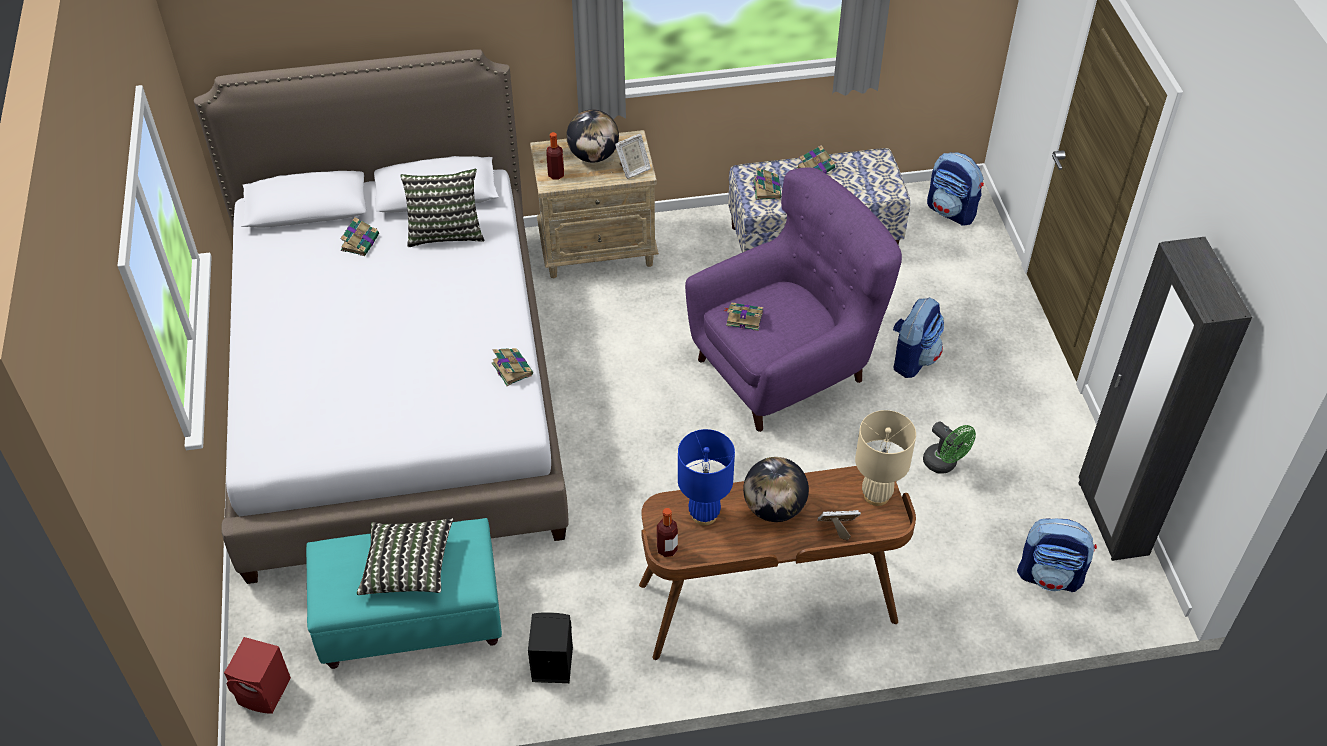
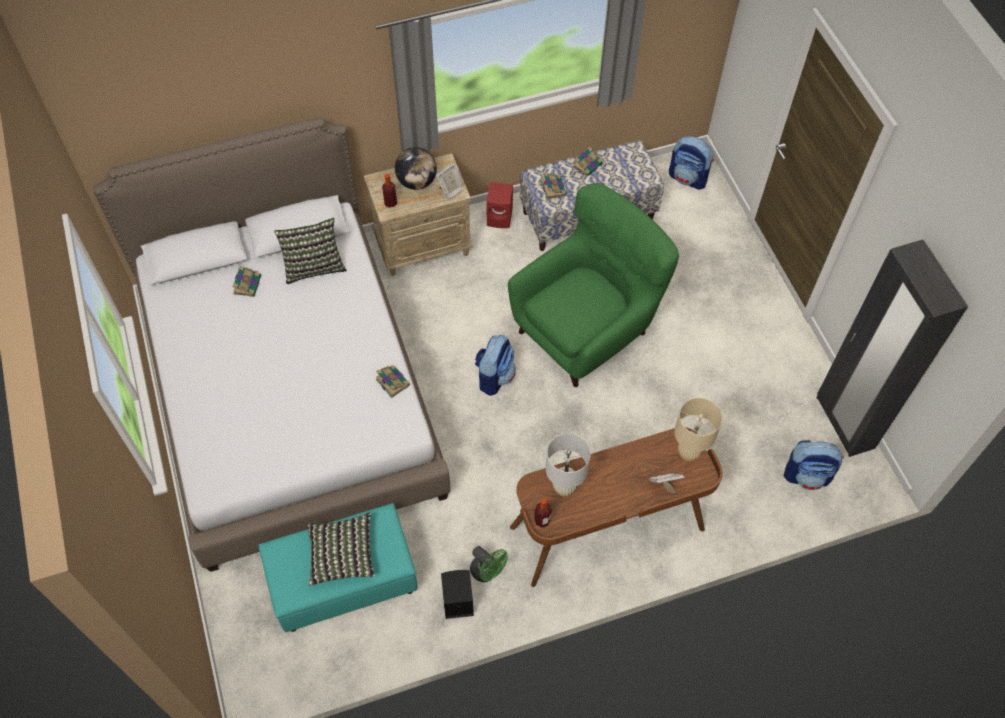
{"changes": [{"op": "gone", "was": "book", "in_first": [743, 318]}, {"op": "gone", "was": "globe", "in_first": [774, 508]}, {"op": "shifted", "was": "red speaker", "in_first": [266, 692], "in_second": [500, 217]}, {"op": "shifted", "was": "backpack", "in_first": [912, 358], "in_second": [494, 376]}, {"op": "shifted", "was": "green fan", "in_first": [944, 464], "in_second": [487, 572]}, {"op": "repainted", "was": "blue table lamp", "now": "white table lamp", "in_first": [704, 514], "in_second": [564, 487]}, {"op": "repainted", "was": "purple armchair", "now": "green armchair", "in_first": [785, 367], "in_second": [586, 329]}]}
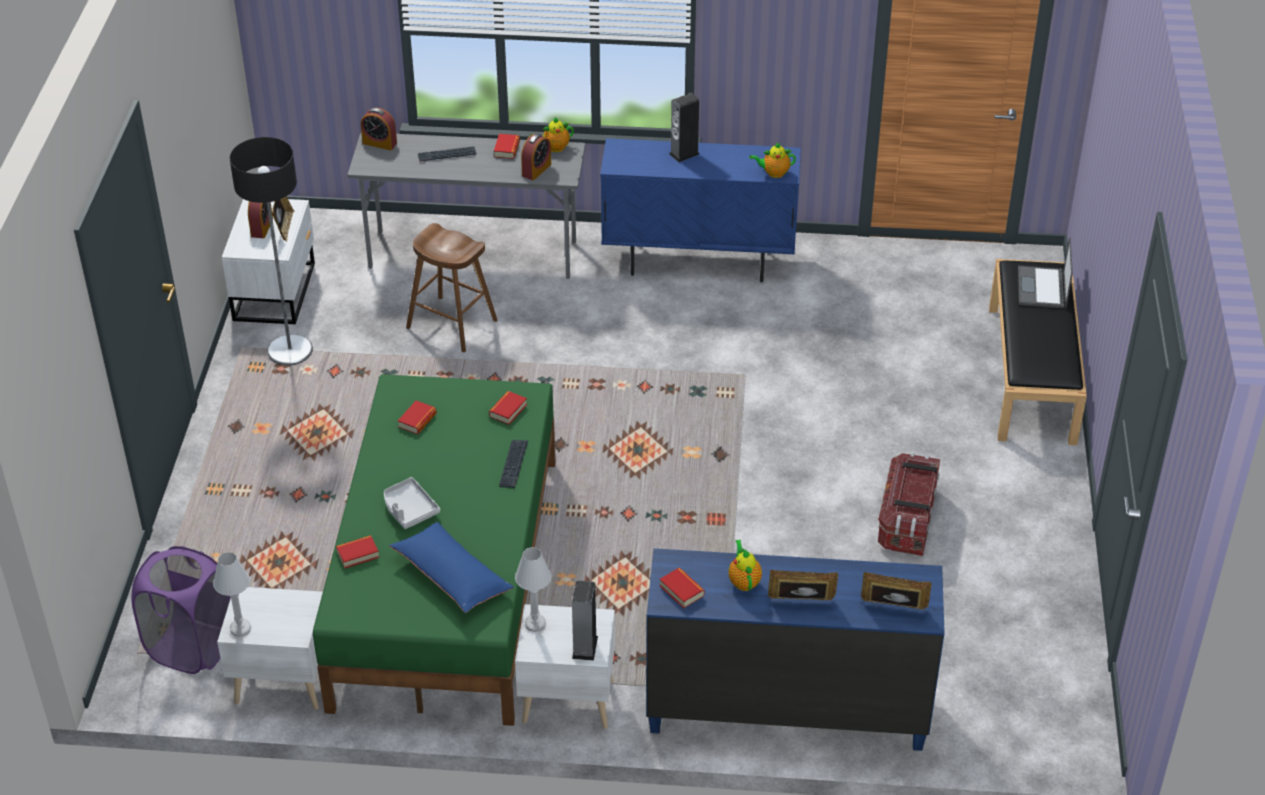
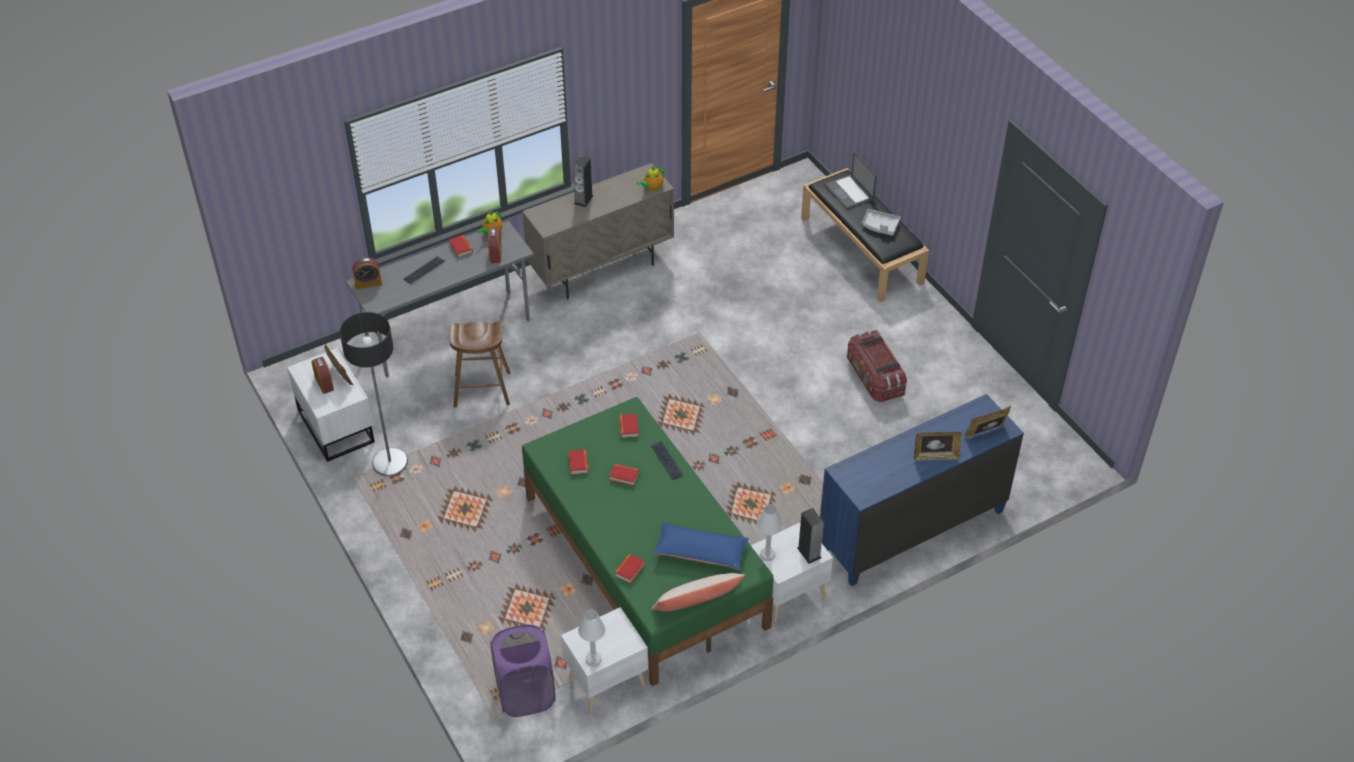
{"changes": [{"op": "gone", "was": "teapot", "in_first": [744, 581]}, {"op": "new", "now": "beige pillow", "in_second": [697, 604]}, {"op": "shifted", "was": "grey tray", "in_first": [409, 509], "in_second": [880, 226]}, {"op": "shifted", "was": "book", "in_first": [681, 591], "in_second": [624, 476]}, {"op": "repainted", "was": "blue cabinet", "now": "beige cabinet", "in_first": [699, 262], "in_second": [601, 270]}, {"op": "rotated", "was": "picture frame", "in_first": [801, 603], "in_second": [935, 456], "clockwise": -150}]}
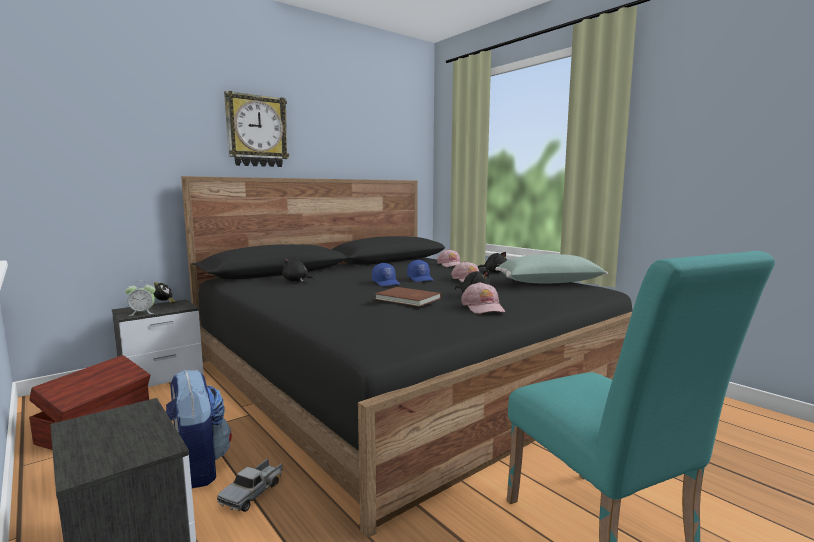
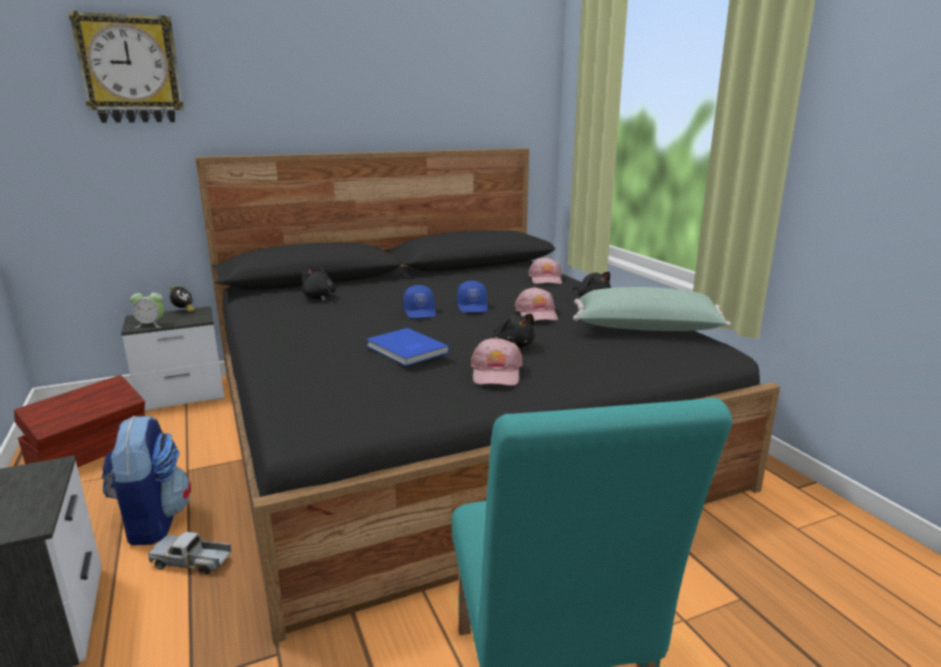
{"changes": [{"op": "shifted", "was": "wall clock", "in_first": [256, 131], "in_second": [130, 70]}, {"op": "repainted", "was": "brown book", "now": "blue book", "in_first": [407, 299], "in_second": [406, 350]}, {"op": "rotated", "was": "toy truck", "in_first": [253, 492], "in_second": [192, 561], "clockwise": 60}]}
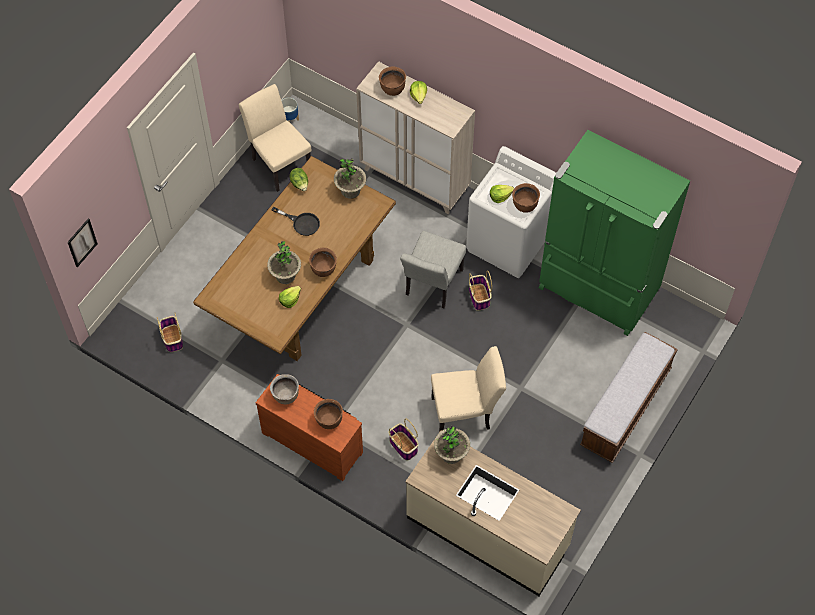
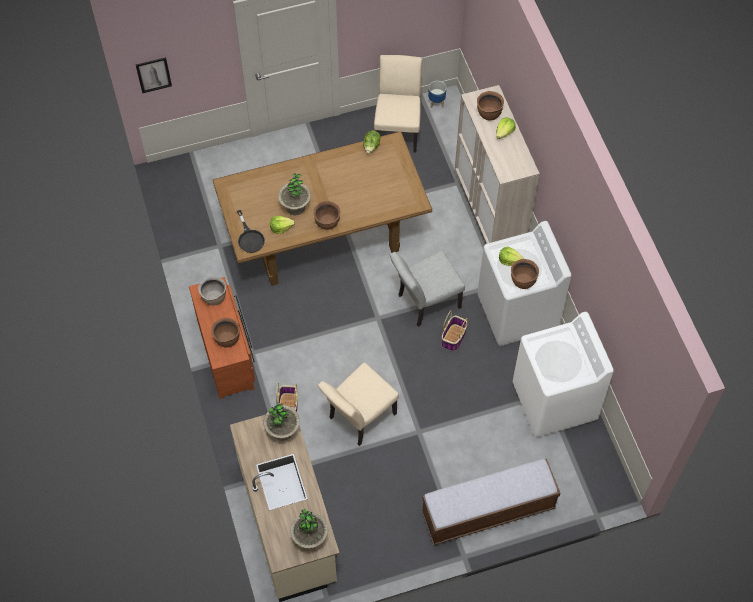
{"changes": [{"op": "gone", "was": "basket", "in_first": [172, 338]}, {"op": "shifted", "was": "black frying pan", "in_first": [301, 223], "in_second": [249, 238]}, {"op": "shifted", "was": "potted plant", "in_first": [350, 190], "in_second": [310, 538]}, {"op": "swapped", "was": "green fridge", "now": "white washing machine", "in_first": [597, 290], "in_second": [554, 402]}, {"op": "rotated", "was": "beige chair", "in_first": [466, 413], "in_second": [358, 418], "clockwise": 105}]}
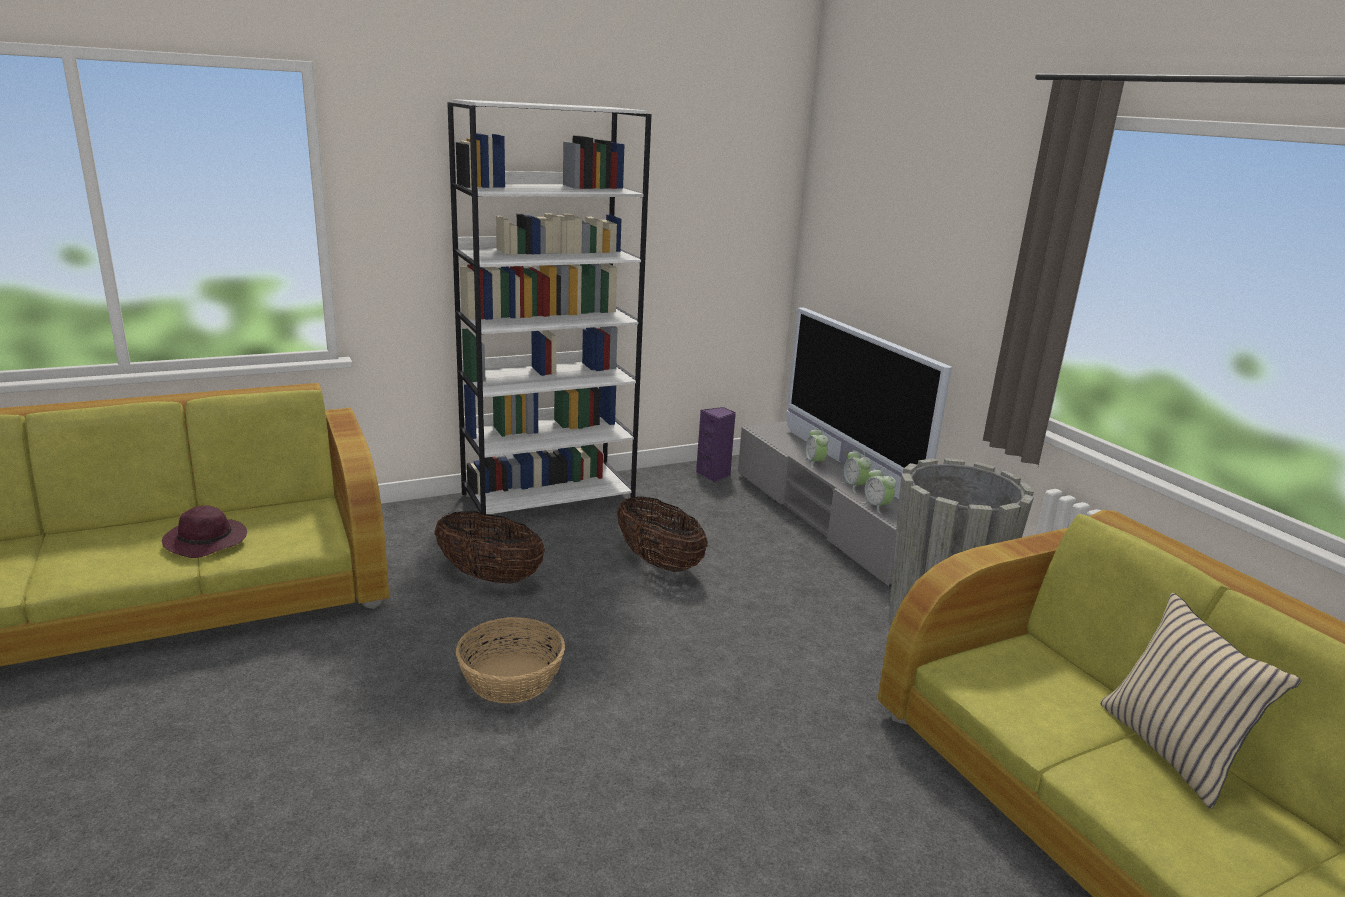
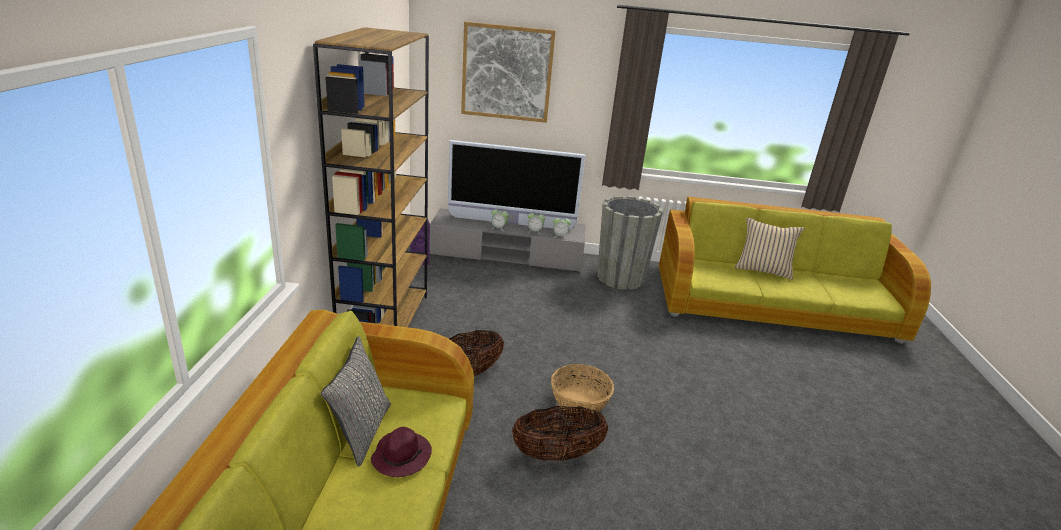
{"changes": [{"op": "new", "now": "grey pillow", "in_second": [361, 431]}, {"op": "new", "now": "picture", "in_second": [507, 73]}, {"op": "shifted", "was": "basket", "in_first": [659, 562], "in_second": [557, 454]}, {"op": "repainted", "was": "white bookcase", "now": "brown bookcase", "in_first": [549, 498], "in_second": [384, 321]}]}
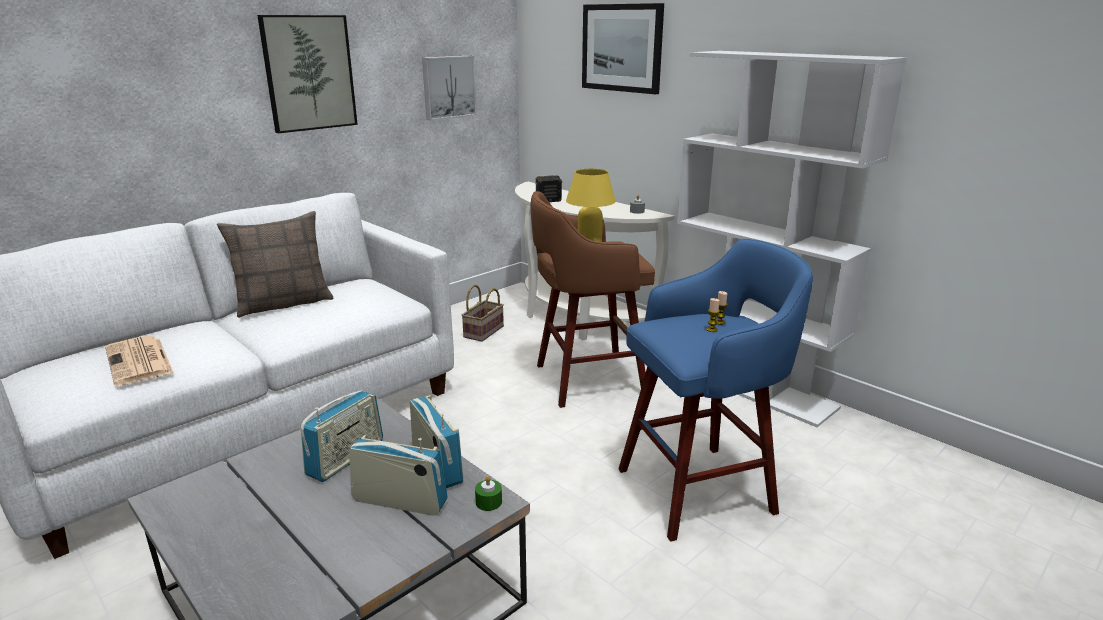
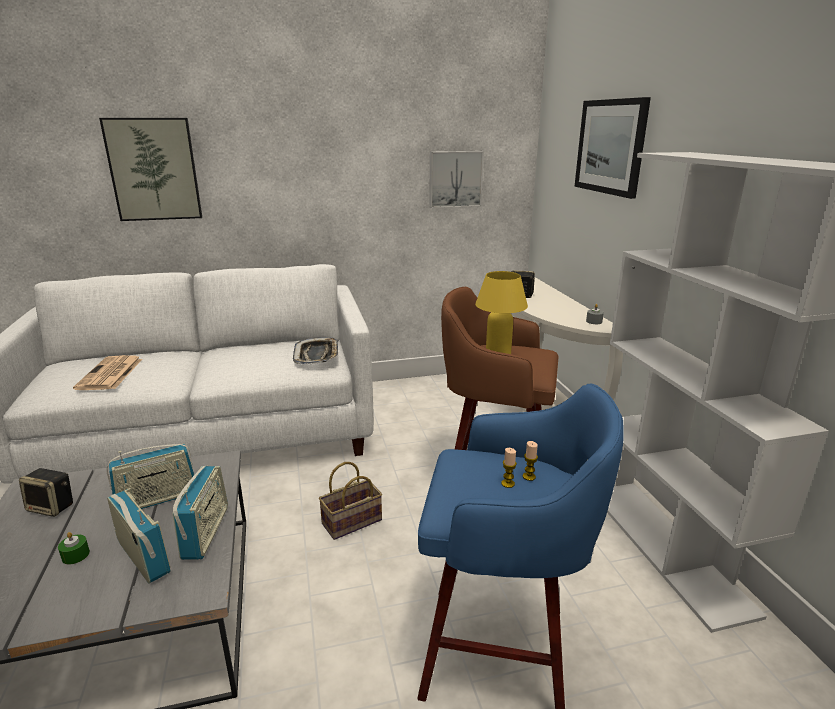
{"changes": [{"op": "gone", "was": "pillow", "in_first": [284, 303]}, {"op": "new", "now": "speaker", "in_second": [52, 507]}, {"op": "new", "now": "tray", "in_second": [317, 355]}, {"op": "shifted", "was": "picture", "in_first": [309, 73], "in_second": [154, 169]}, {"op": "shifted", "was": "basket", "in_first": [484, 332], "in_second": [351, 523]}, {"op": "shifted", "was": "green candle", "in_first": [488, 502], "in_second": [75, 555]}]}
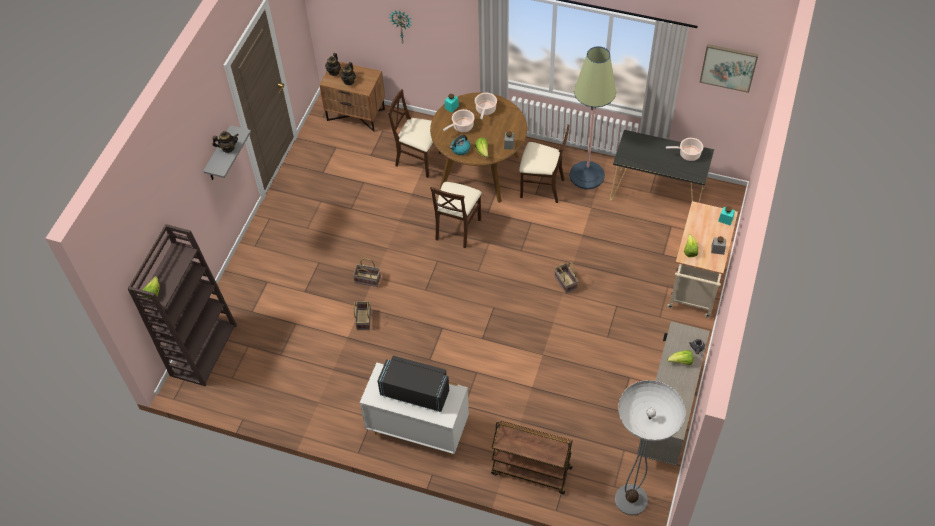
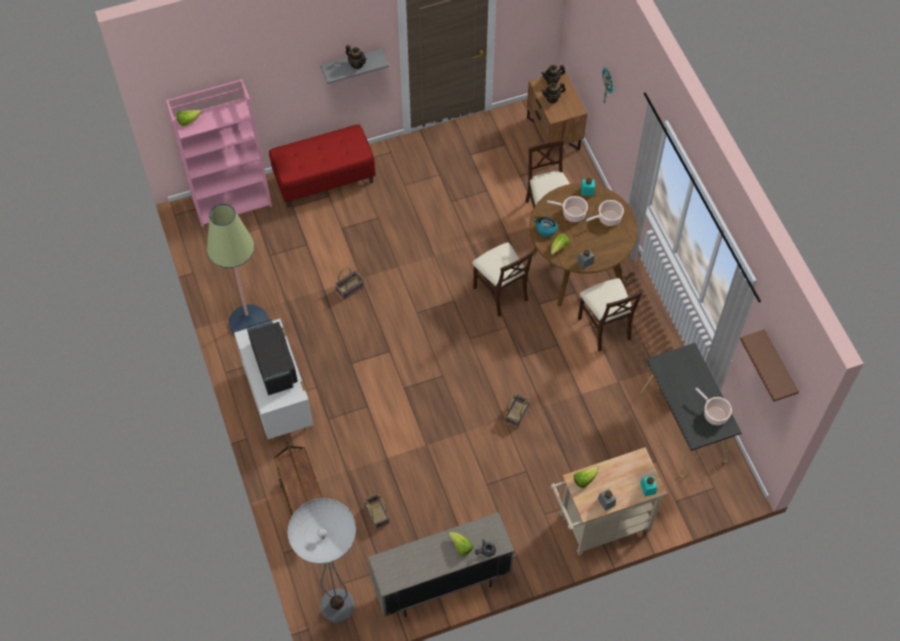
{"changes": [{"op": "new", "now": "red bench", "in_second": [324, 179]}, {"op": "shifted", "was": "basket", "in_first": [368, 279], "in_second": [378, 515]}, {"op": "shifted", "was": "floor lamp", "in_first": [587, 175], "in_second": [248, 322]}, {"op": "swapped", "was": "picture", "now": "brown shelf", "in_first": [728, 67], "in_second": [779, 366]}, {"op": "repainted", "was": "brown bookcase", "now": "pink bookcase", "in_first": [203, 349], "in_second": [232, 200]}, {"op": "rotated", "was": "beige chair", "in_first": [457, 228], "in_second": [500, 292], "clockwise": -105}]}
